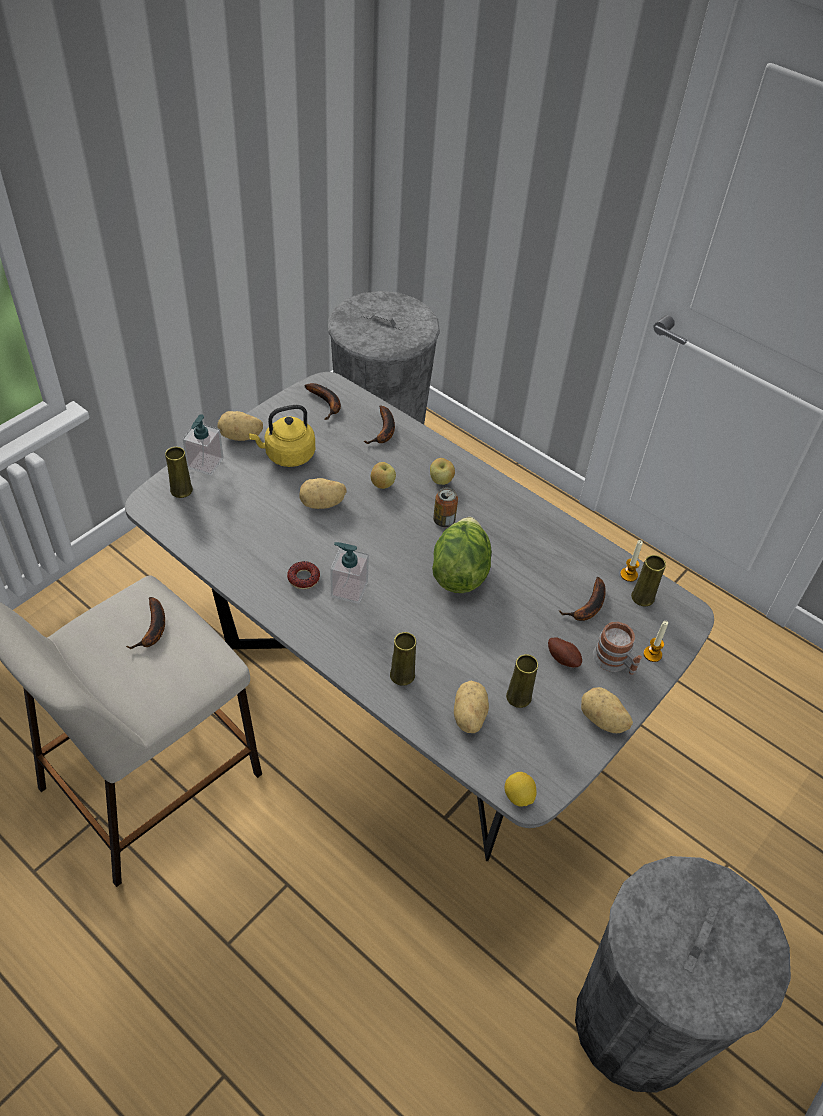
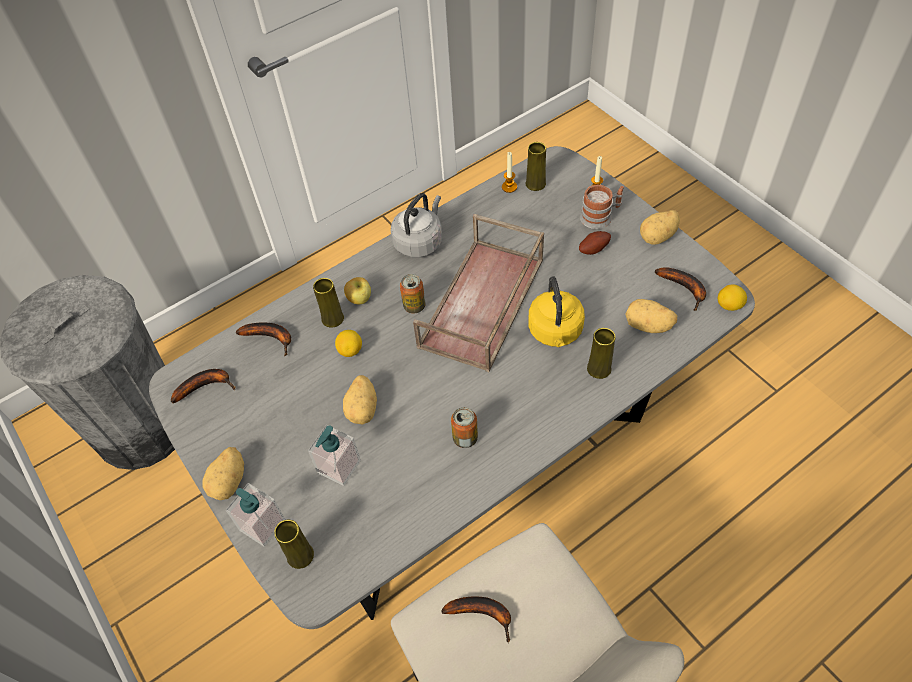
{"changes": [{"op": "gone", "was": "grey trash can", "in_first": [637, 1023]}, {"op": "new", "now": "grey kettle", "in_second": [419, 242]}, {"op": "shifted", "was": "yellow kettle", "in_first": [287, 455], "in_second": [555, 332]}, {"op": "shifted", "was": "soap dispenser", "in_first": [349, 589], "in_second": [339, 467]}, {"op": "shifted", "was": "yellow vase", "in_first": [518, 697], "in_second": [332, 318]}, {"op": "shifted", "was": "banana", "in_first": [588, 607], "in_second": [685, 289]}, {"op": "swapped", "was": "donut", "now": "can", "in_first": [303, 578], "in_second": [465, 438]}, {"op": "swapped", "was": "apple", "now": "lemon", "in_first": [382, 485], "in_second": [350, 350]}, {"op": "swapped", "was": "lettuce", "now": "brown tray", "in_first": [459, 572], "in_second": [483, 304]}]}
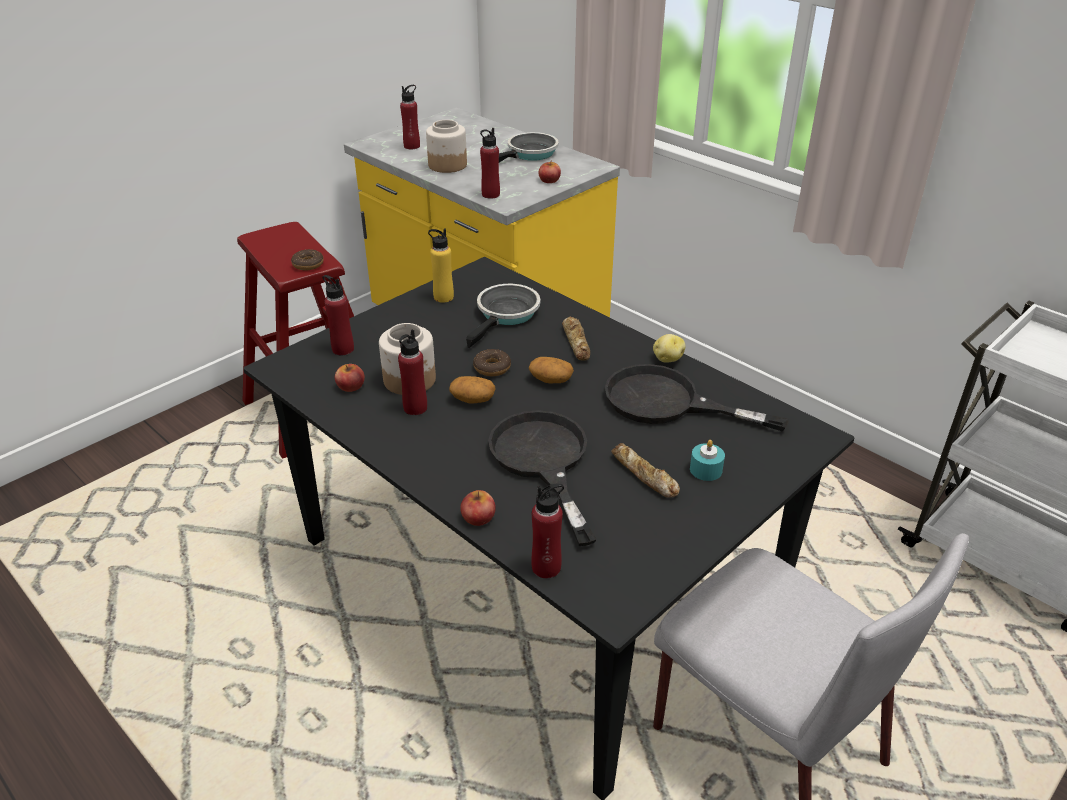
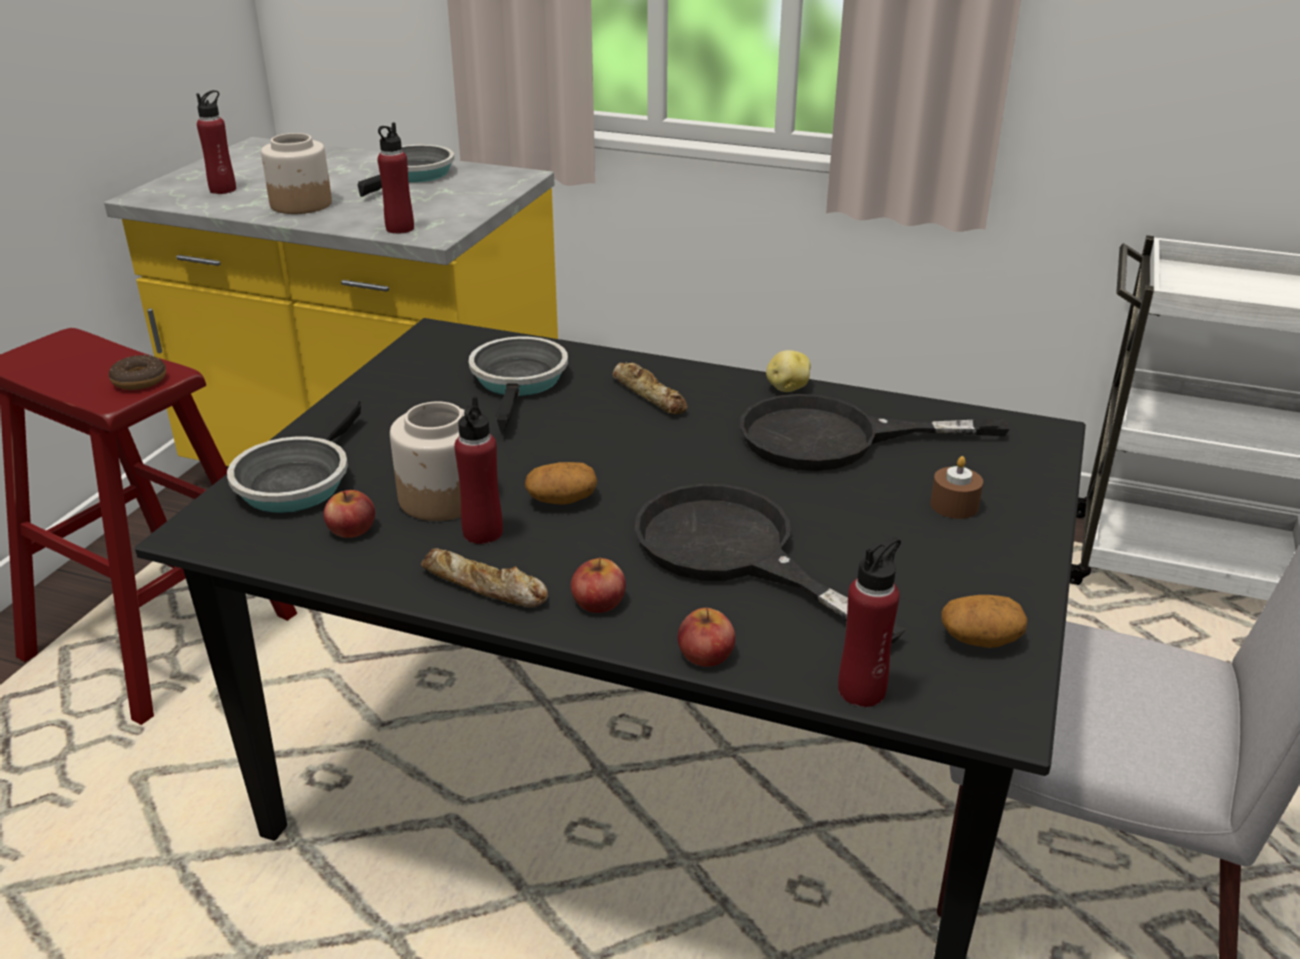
{"changes": [{"op": "gone", "was": "yellow bottle", "in_first": [443, 297]}, {"op": "gone", "was": "donut", "in_first": [492, 368]}, {"op": "shifted", "was": "potato", "in_first": [550, 380], "in_second": [980, 639]}, {"op": "shifted", "was": "apple", "in_first": [549, 180], "in_second": [598, 601]}, {"op": "shifted", "was": "bread", "in_first": [644, 475], "in_second": [484, 587]}, {"op": "swapped", "was": "red bottle", "now": "frying pan", "in_first": [343, 349], "in_second": [296, 481]}, {"op": "repainted", "was": "turquoise candle", "now": "brown candle", "in_first": [706, 470], "in_second": [954, 505]}]}
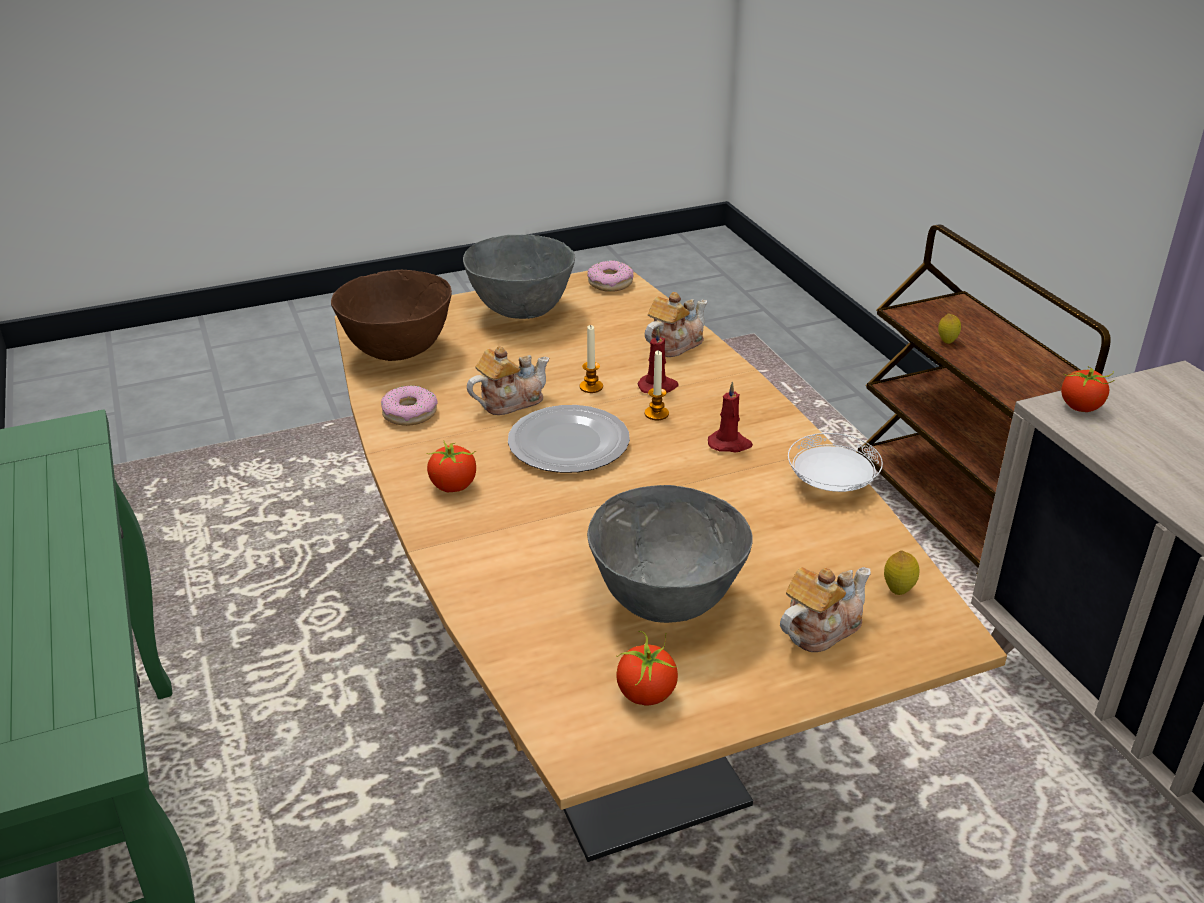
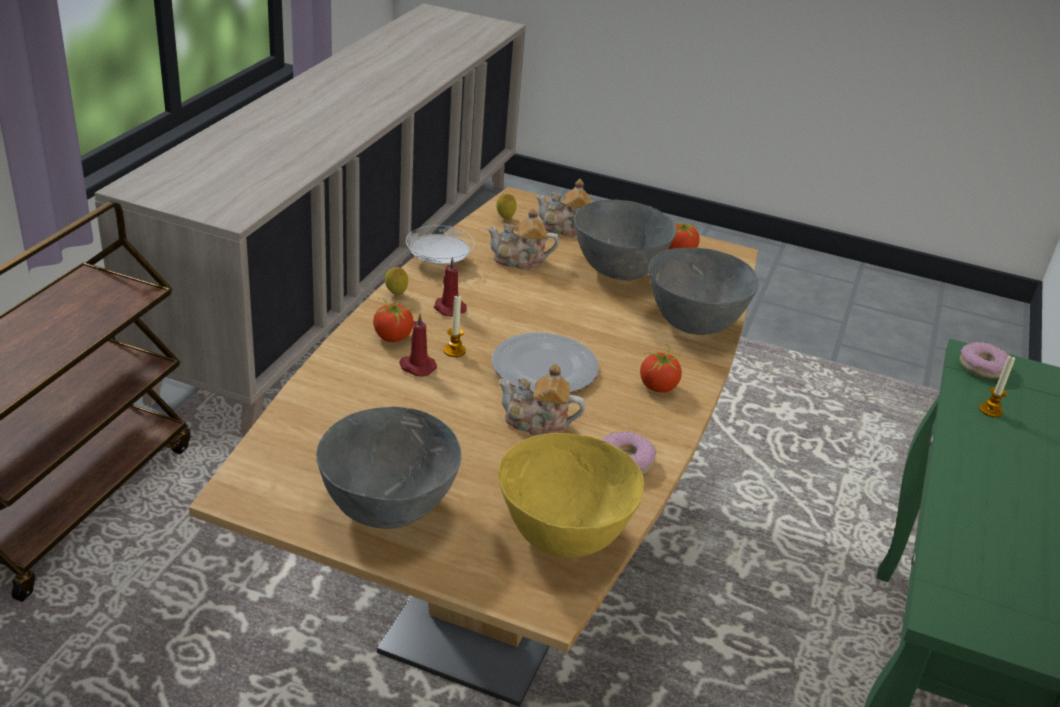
{"changes": [{"op": "new", "now": "grey bowl", "in_second": [694, 324]}, {"op": "shifted", "was": "candle", "in_first": [591, 387], "in_second": [990, 410]}, {"op": "shifted", "was": "donut", "in_first": [610, 283], "in_second": [983, 367]}, {"op": "shifted", "was": "teapot", "in_first": [674, 344], "in_second": [520, 260]}, {"op": "shifted", "was": "lemon", "in_first": [947, 341], "in_second": [396, 294]}, {"op": "shifted", "was": "tomato", "in_first": [1081, 407], "in_second": [392, 337]}, {"op": "repainted", "was": "brown bowl", "now": "yellow bowl", "in_first": [397, 352], "in_second": [563, 537]}]}
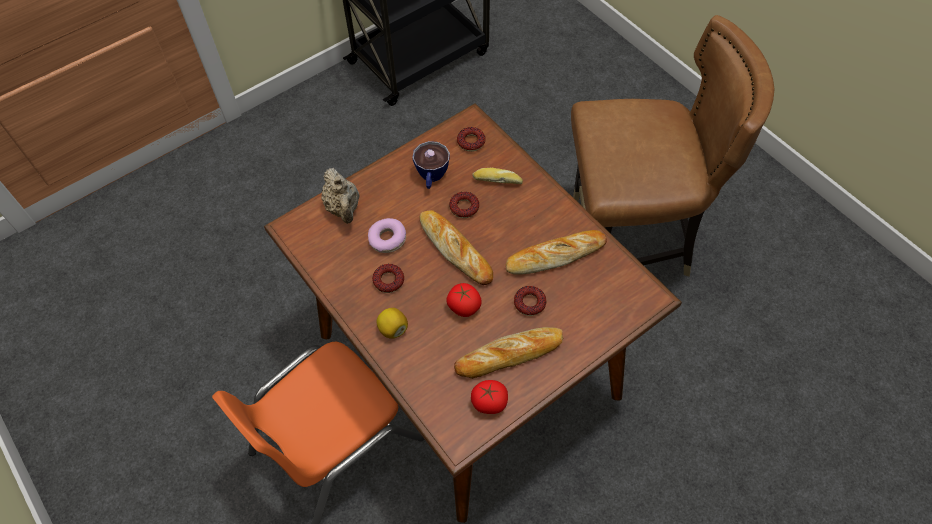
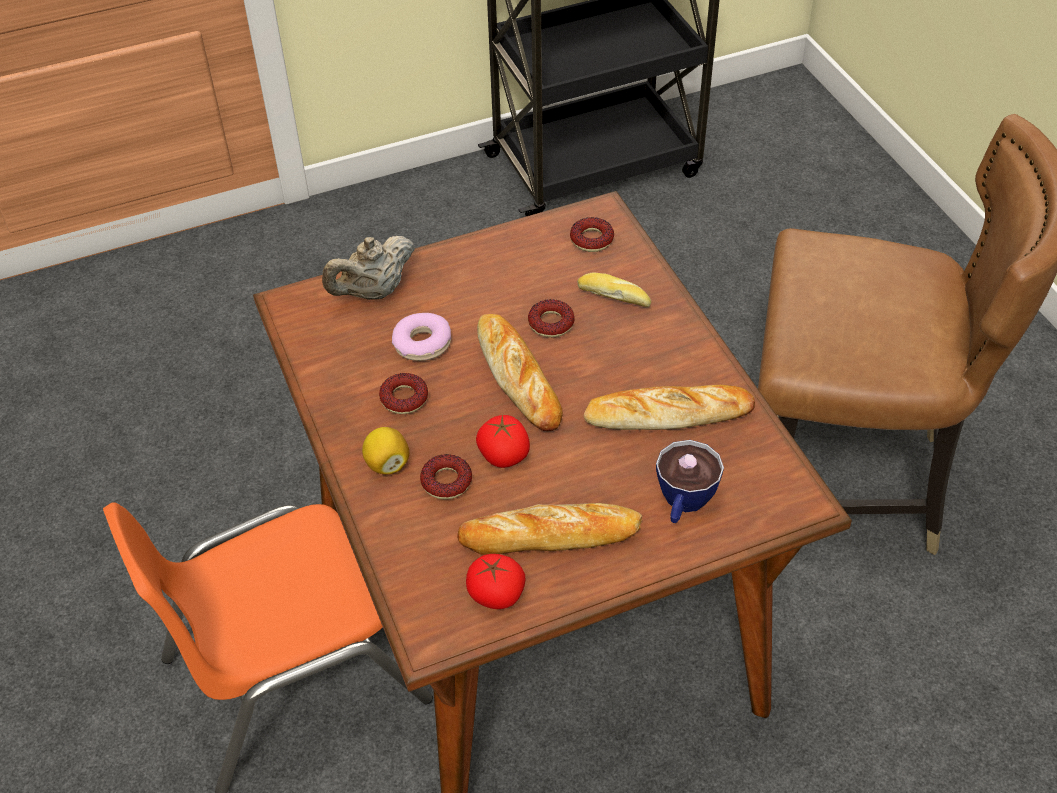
{"changes": [{"op": "shifted", "was": "cup", "in_first": [431, 177], "in_second": [683, 504]}, {"op": "shifted", "was": "donut", "in_first": [529, 303], "in_second": [446, 481]}, {"op": "rotated", "was": "beige teapot", "in_first": [343, 208], "in_second": [373, 292], "clockwise": 60}]}
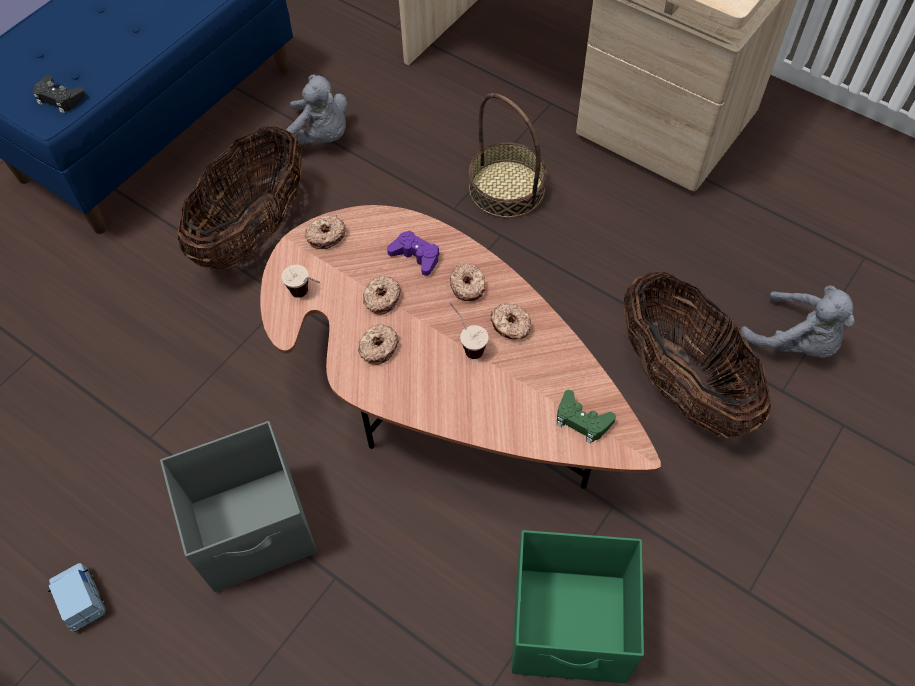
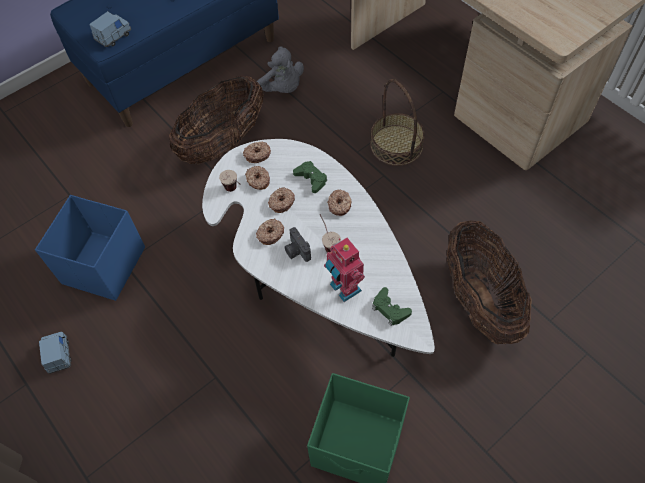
{"changes": [{"op": "gone", "was": "grey storage box", "in_first": [255, 528]}, {"op": "gone", "was": "grey plush toy", "in_first": [795, 342]}, {"op": "new", "now": "blue storage box", "in_second": [103, 266]}, {"op": "new", "now": "photo camera", "in_second": [296, 251]}, {"op": "new", "now": "toy robot", "in_second": [343, 288]}, {"op": "shifted", "was": "donut", "in_first": [510, 325], "in_second": [258, 181]}, {"op": "swapped", "was": "black game controller", "now": "blue toy car", "in_first": [60, 98], "in_second": [113, 36]}, {"op": "repainted", "was": "brown coffee table", "now": "white coffee table", "in_first": [441, 393], "in_second": [315, 273]}, {"op": "repainted", "was": "purple game controller", "now": "green game controller", "in_first": [416, 256], "in_second": [311, 179]}]}
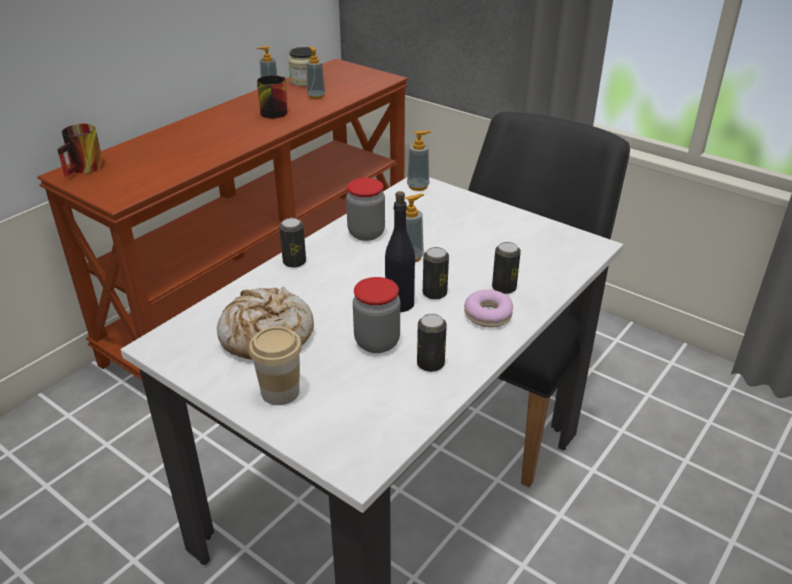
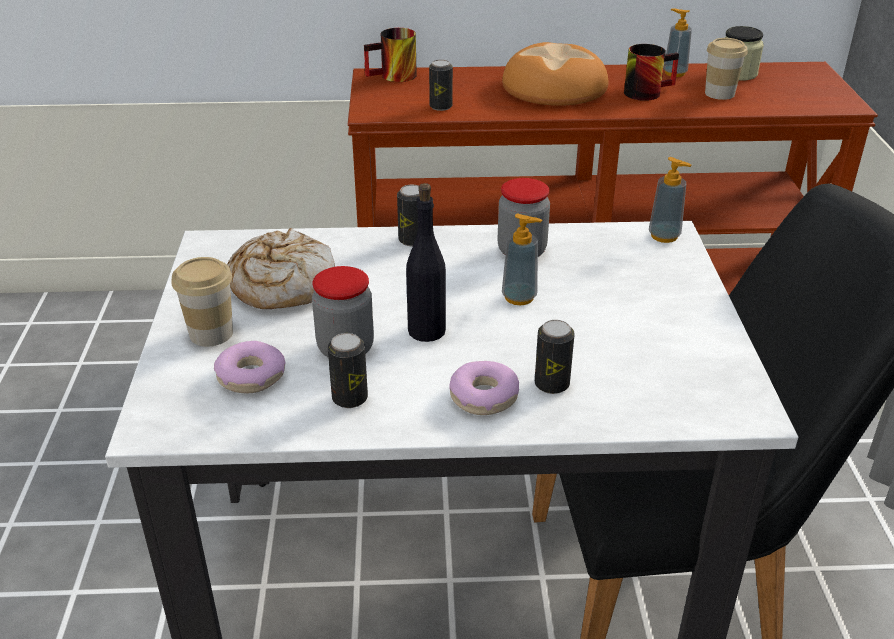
{"changes": [{"op": "new", "now": "donut", "in_second": [251, 376]}, {"op": "new", "now": "bread", "in_second": [554, 87]}, {"op": "shifted", "was": "can", "in_first": [434, 293], "in_second": [441, 107]}, {"op": "swapped", "was": "soap dispenser", "now": "cup", "in_first": [316, 96], "in_second": [719, 93]}]}
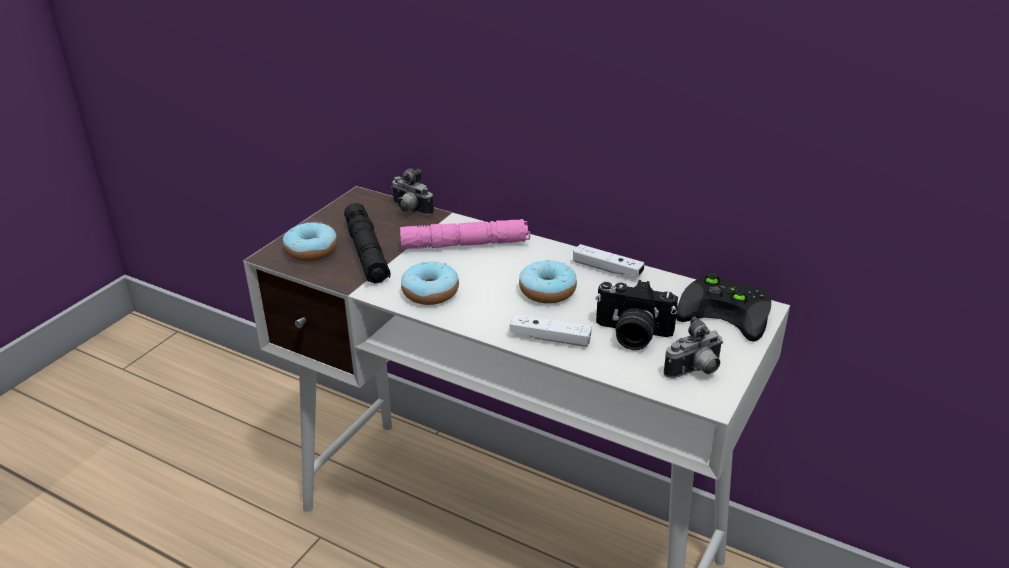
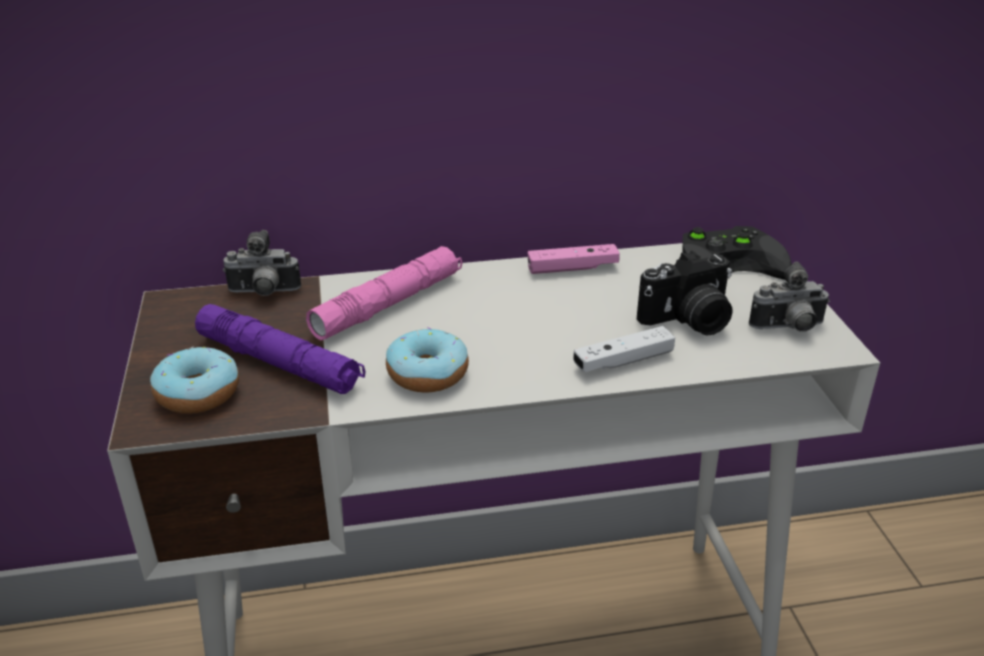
{"changes": [{"op": "gone", "was": "donut", "in_first": [547, 291]}, {"op": "repainted", "was": "black flashlight", "now": "purple flashlight", "in_first": [367, 252], "in_second": [279, 363]}, {"op": "repainted", "was": "white game controller", "now": "pink game controller", "in_first": [607, 269], "in_second": [572, 268]}, {"op": "rotated", "was": "photo camera", "in_first": [695, 371], "in_second": [788, 328], "clockwise": 60}]}
